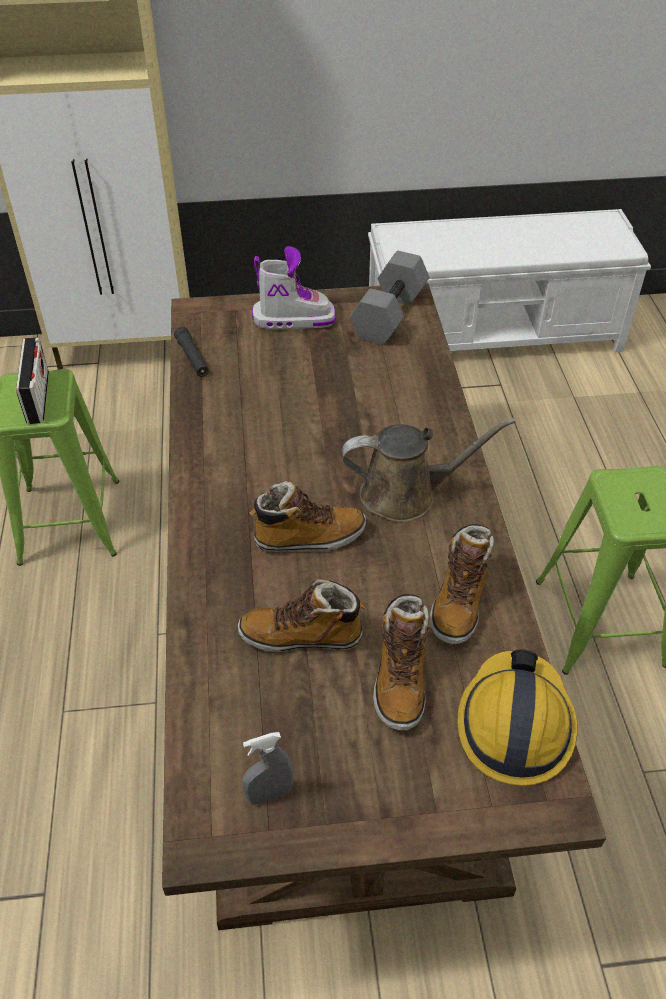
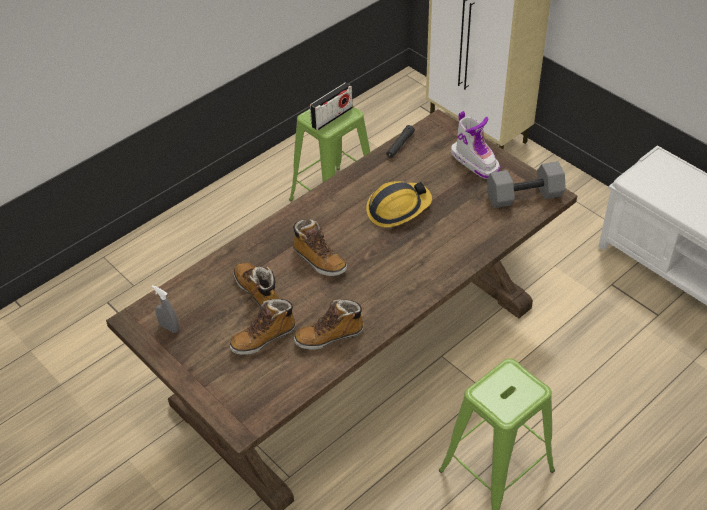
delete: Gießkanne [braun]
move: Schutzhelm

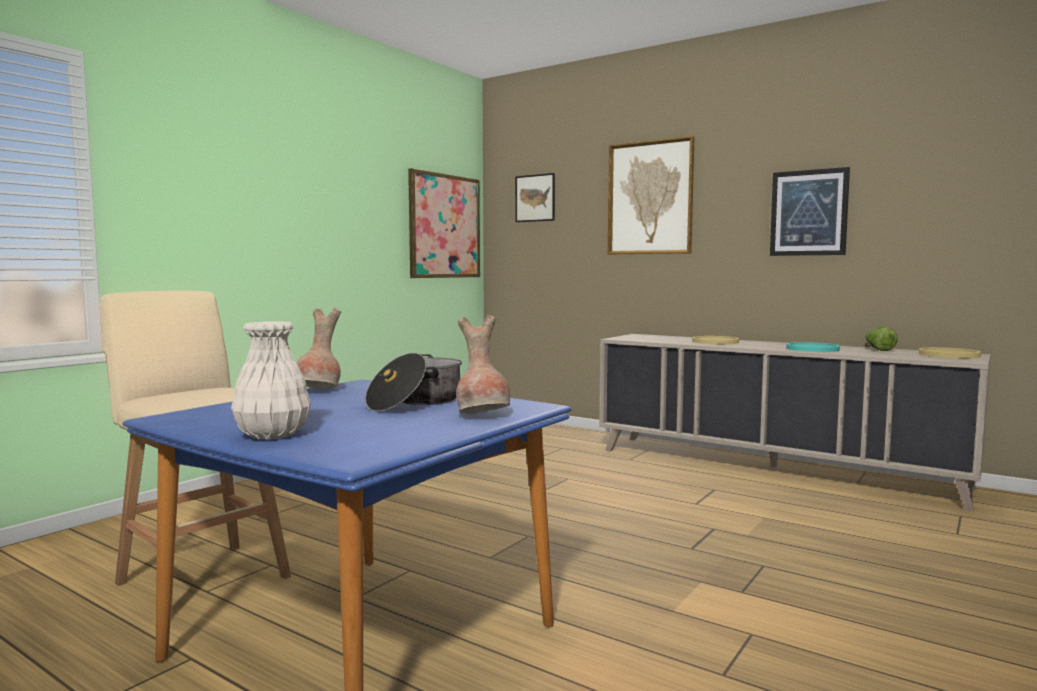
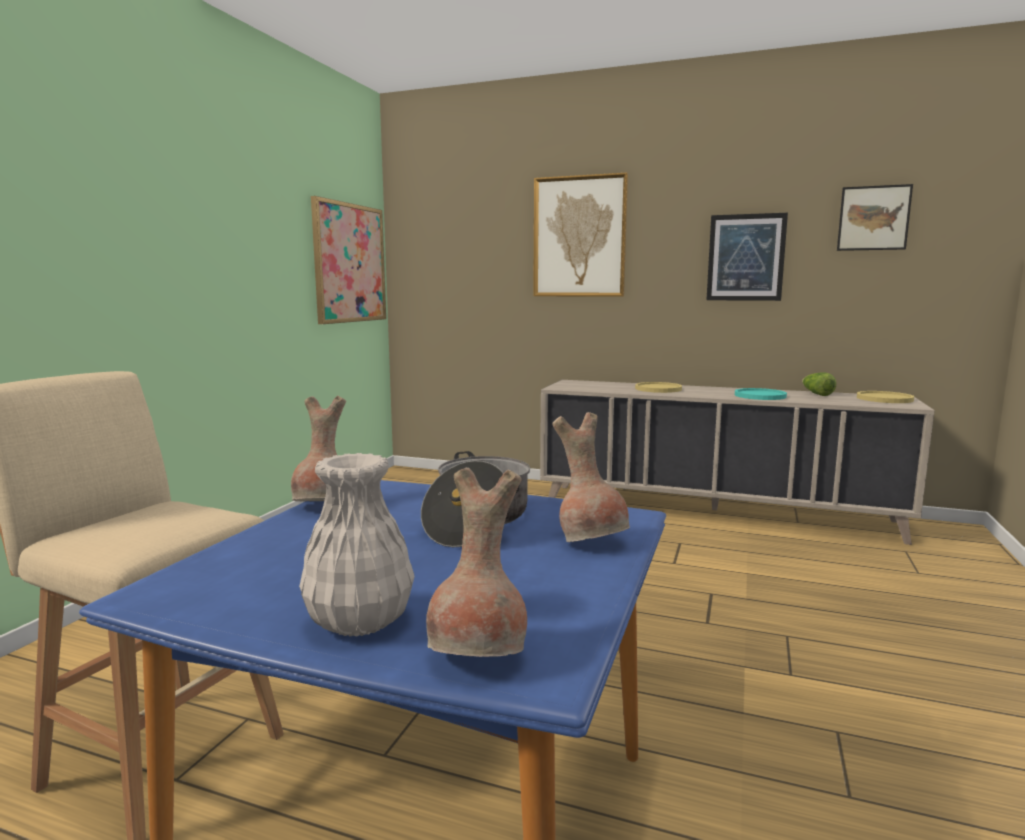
insert: Vase [braun] (2nd from left)
move: Bild (2nd from left in the first image) to Bild (4th from left)

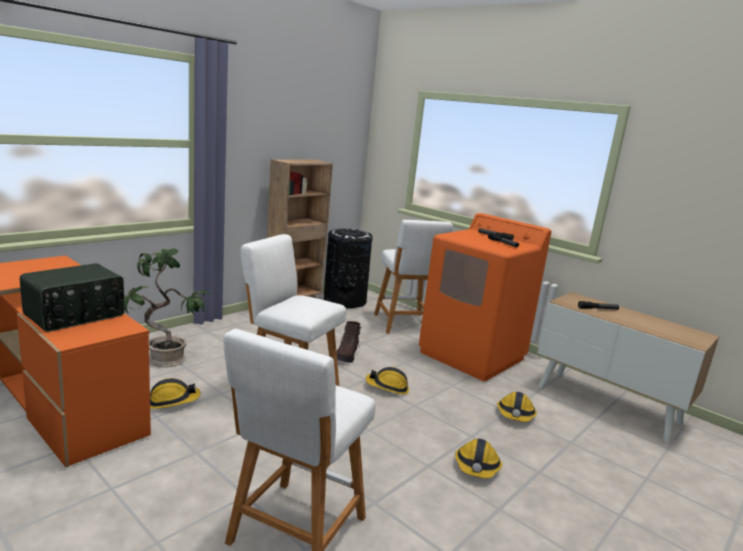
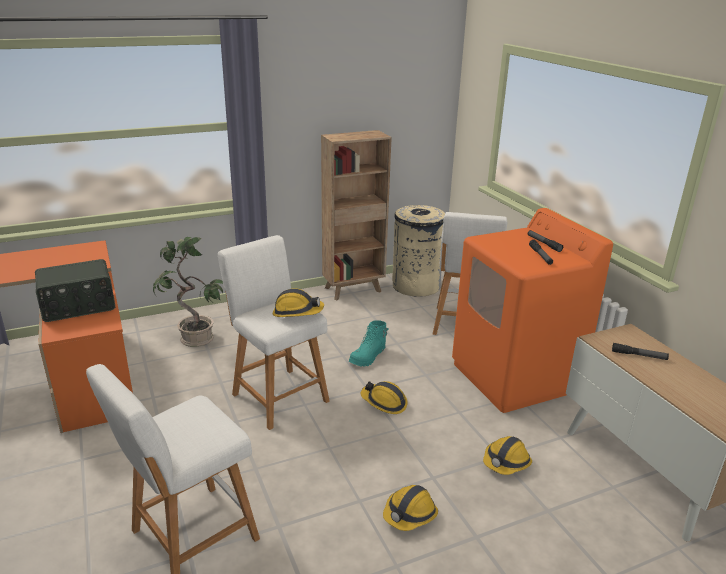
move: Schutzhelm (1st from left)
recolor: Mülleimer [schwarz] to Mülleimer [beige]; Stiefel [braun] to Stiefel [türkis]

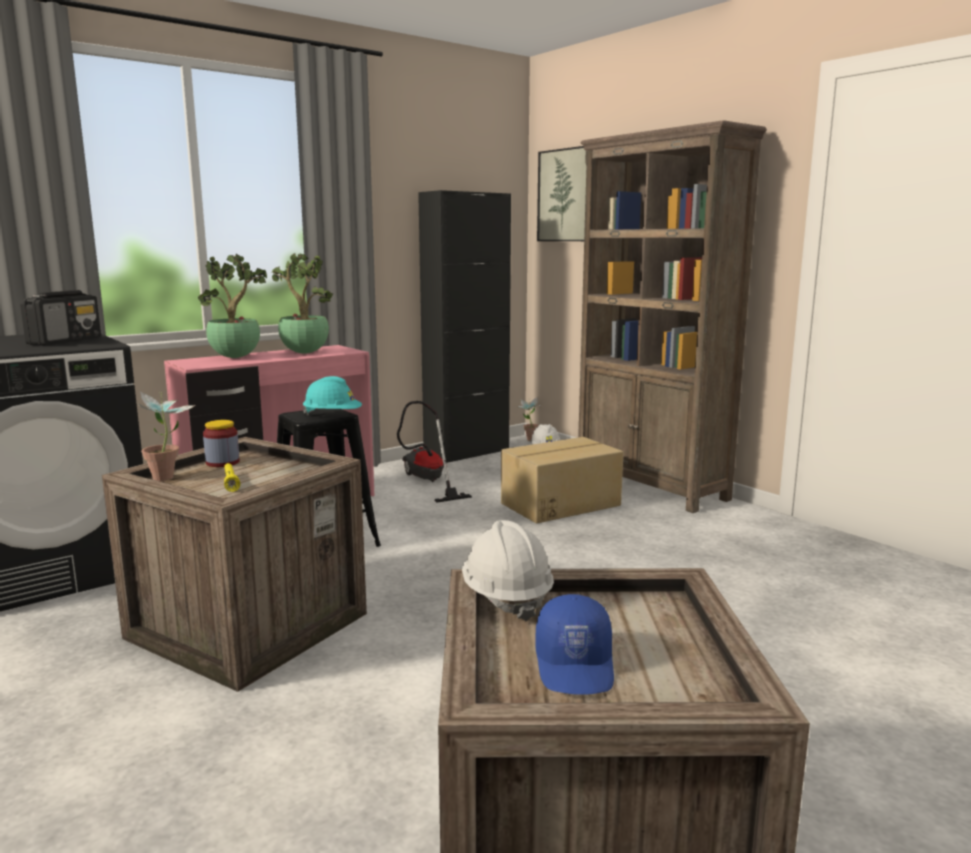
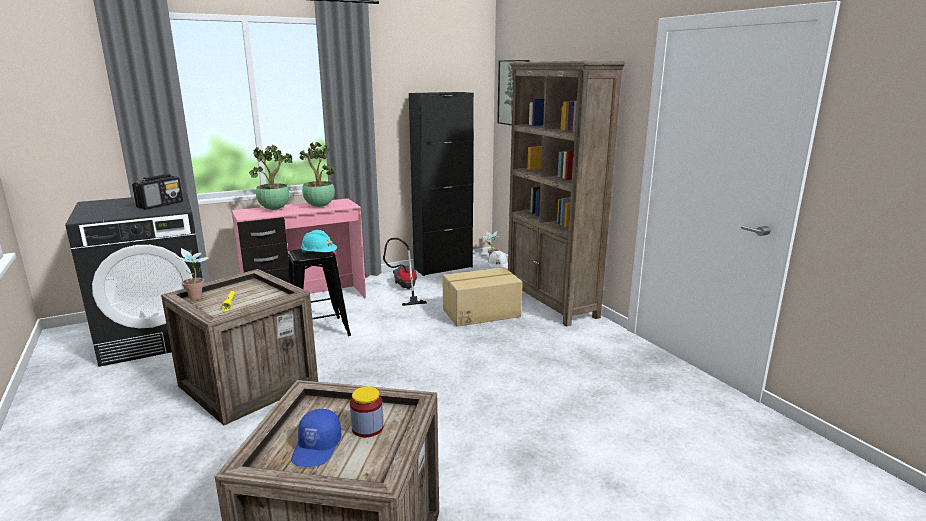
delete: Schutzhelm [weiß] (1st from left)
move: Vorratsglas

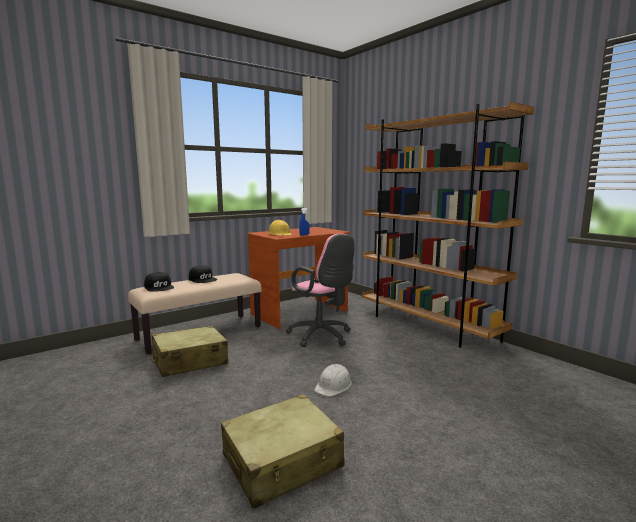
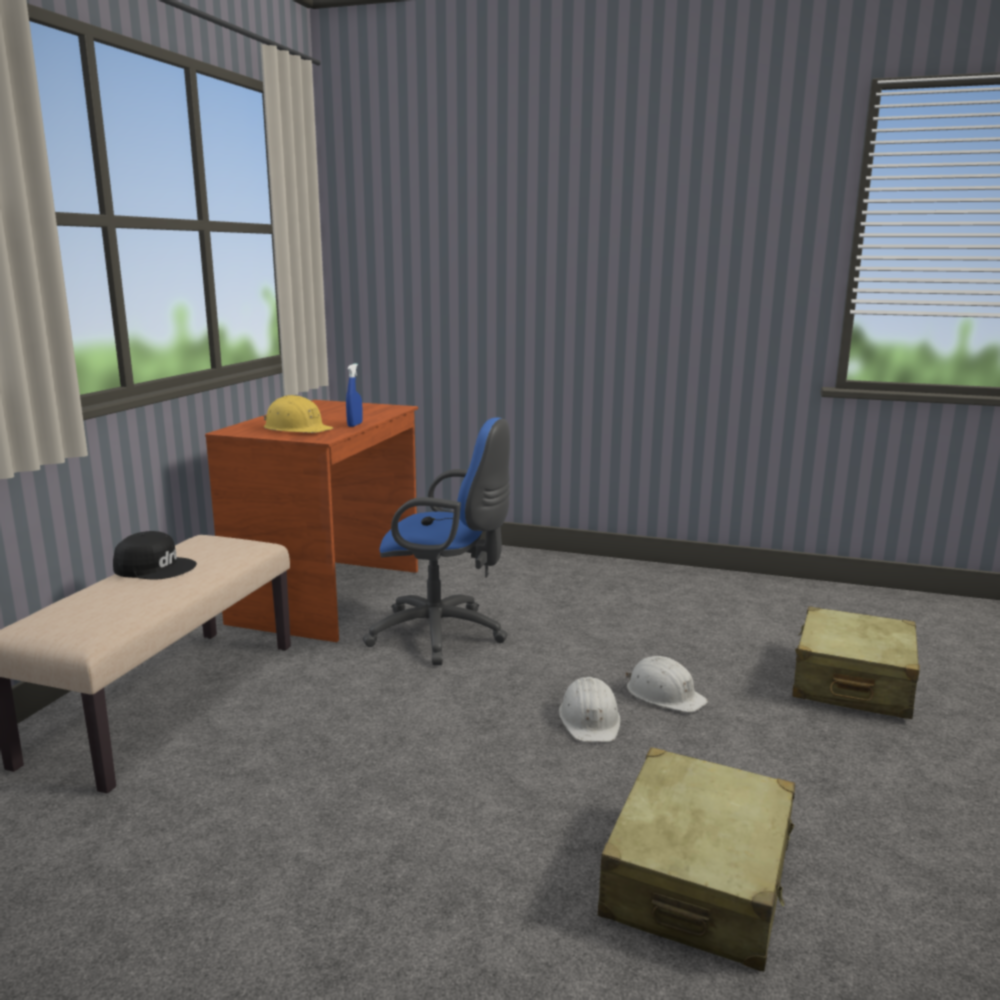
delete: Kappe [schwarz] (1st from left); Bücherregal [braun]
insert: Schutzhelm [weiß] (2nd from left)
move: Koffer [beige] (1st from left in the first image) to Koffer [beige] (2nd from left)
recolor: Bürostuhl [rosa] to Bürostuhl [blau]

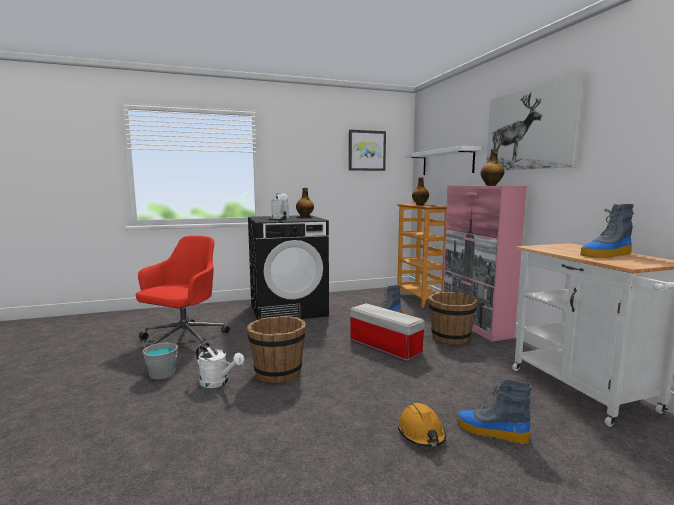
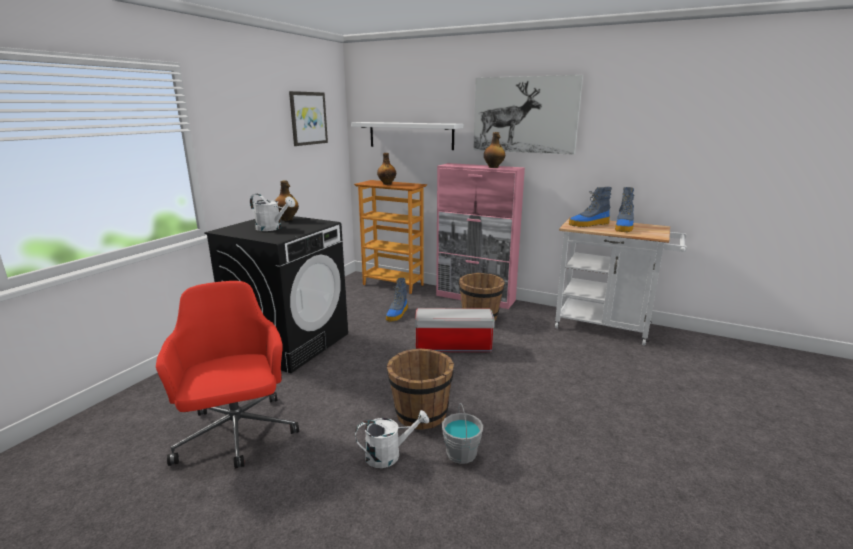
delete: Schutzhelm [orange]
move: Eimer [grau]; Stiefel (2nd from left)

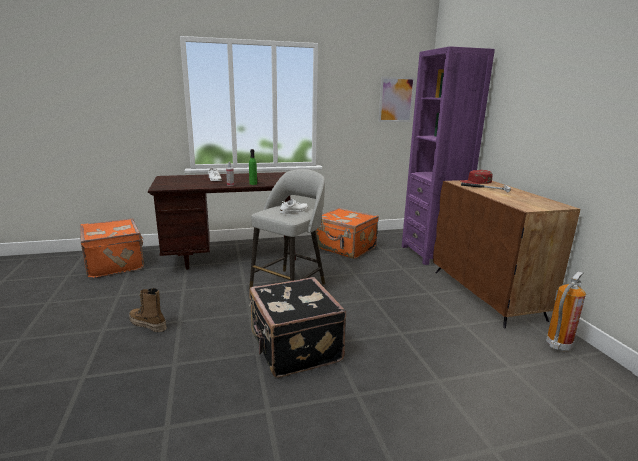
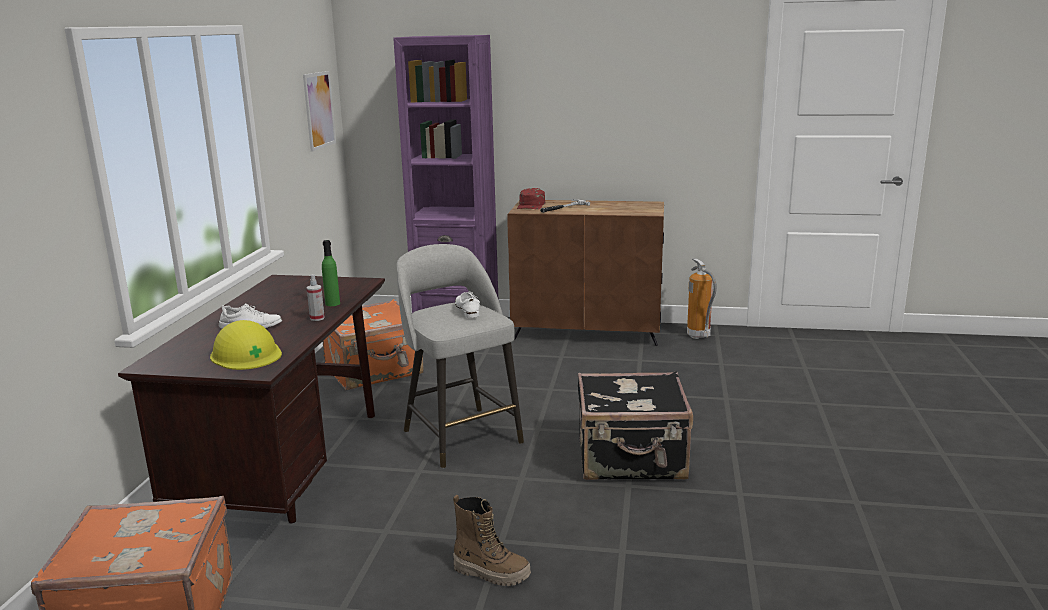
insert: Schutzhelm [gelb]
rotate: Stiefel 120 degrees counterclockwise

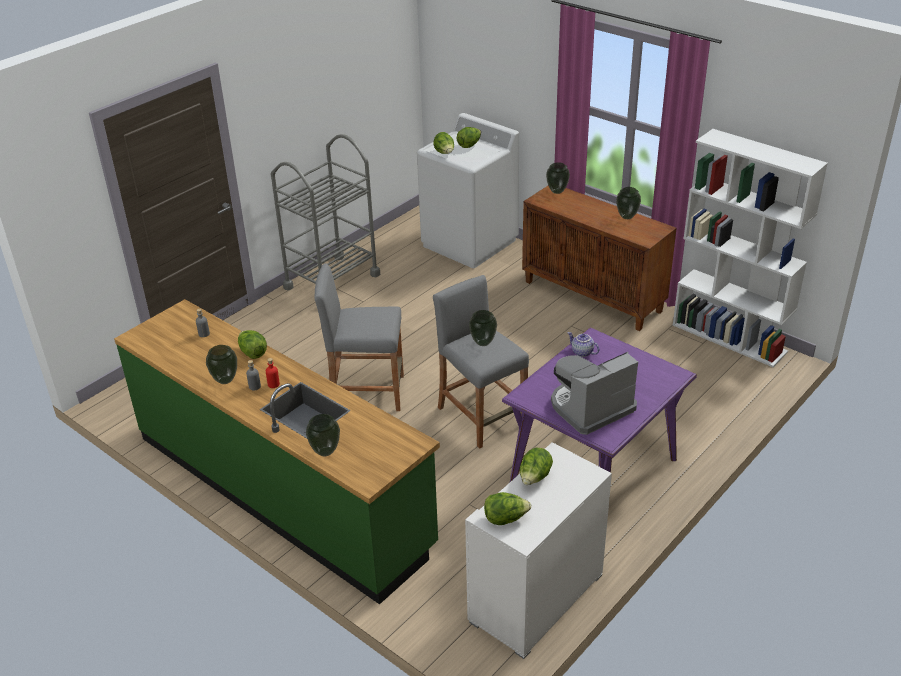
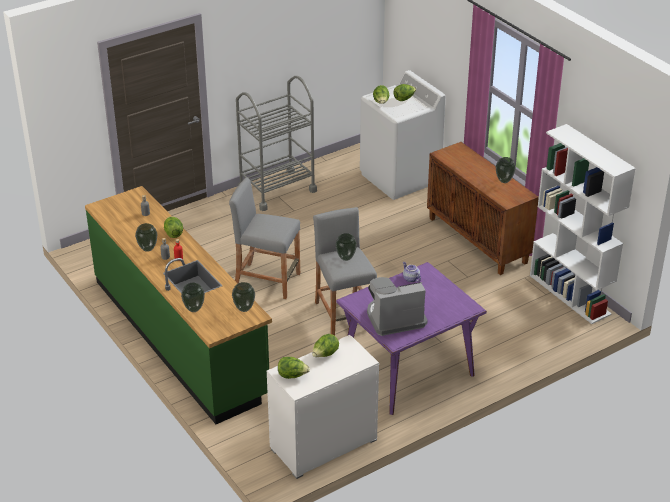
move: Vase (4th from left in the first image) to Vase (3rd from left)

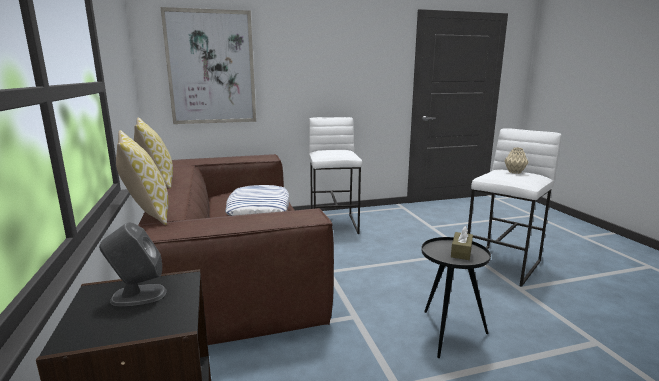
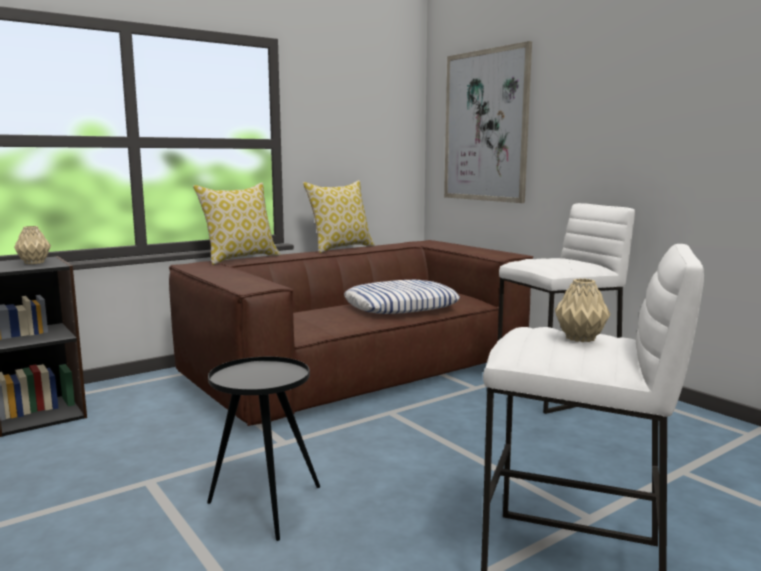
delete: Taschentuchbox [braun]
replace: Lautsprecher [grau] to Vase [beige] (1st from left)

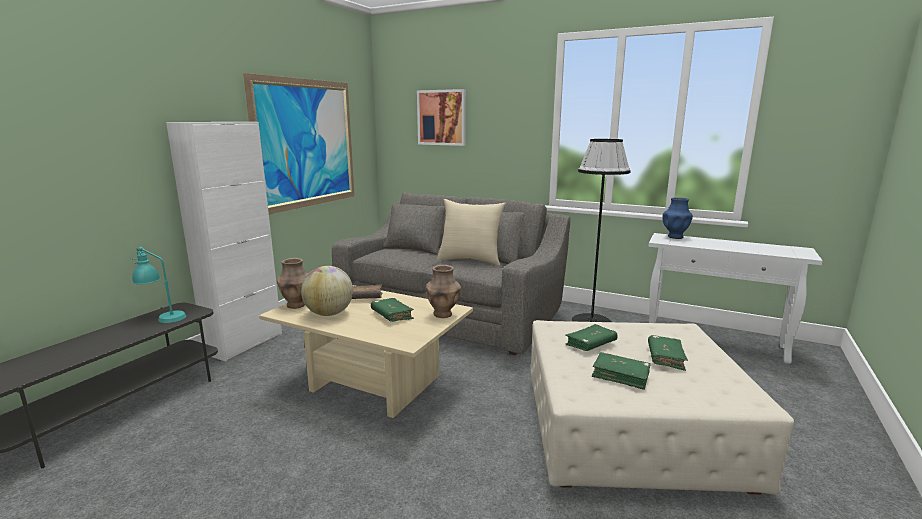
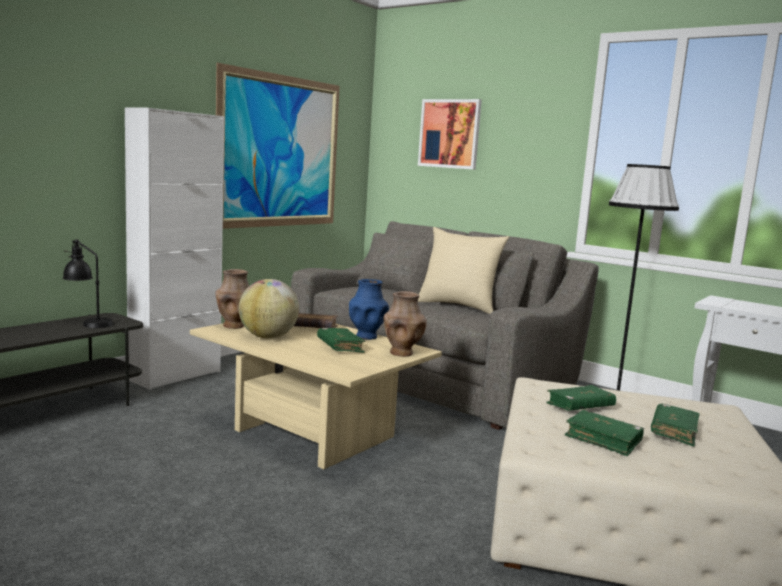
move: Vase [blau]
recolor: Tischlampe [türkis] to Tischlampe [schwarz]

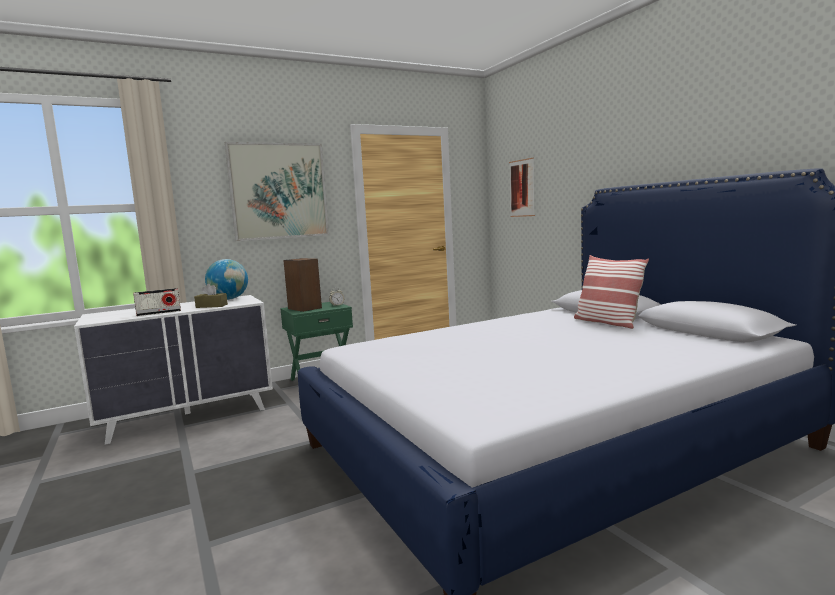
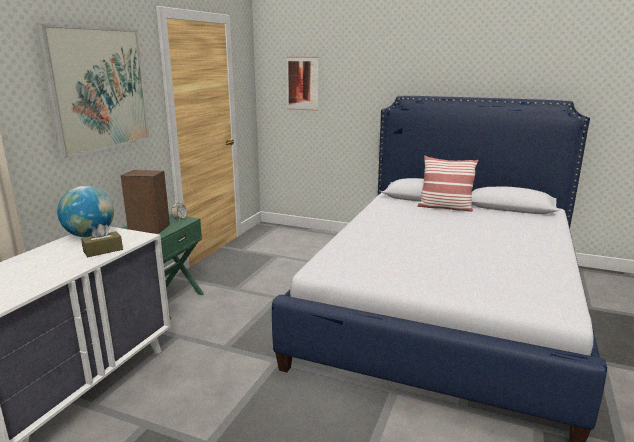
delete: Radio

